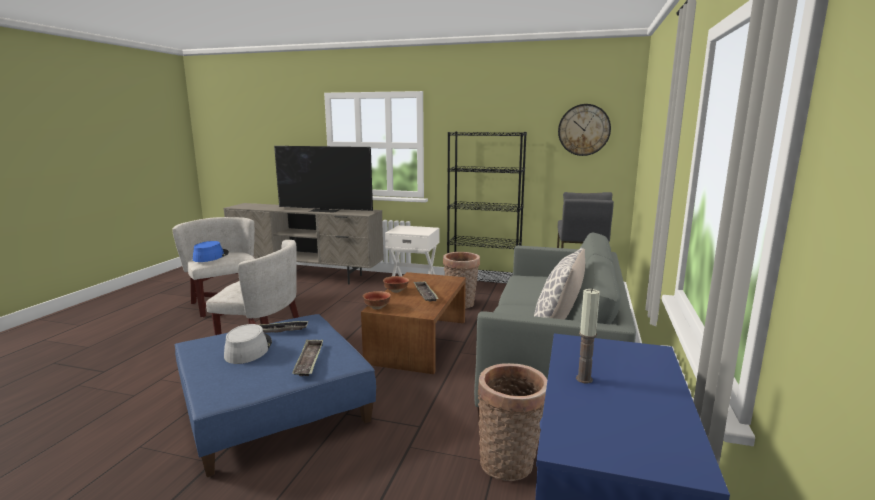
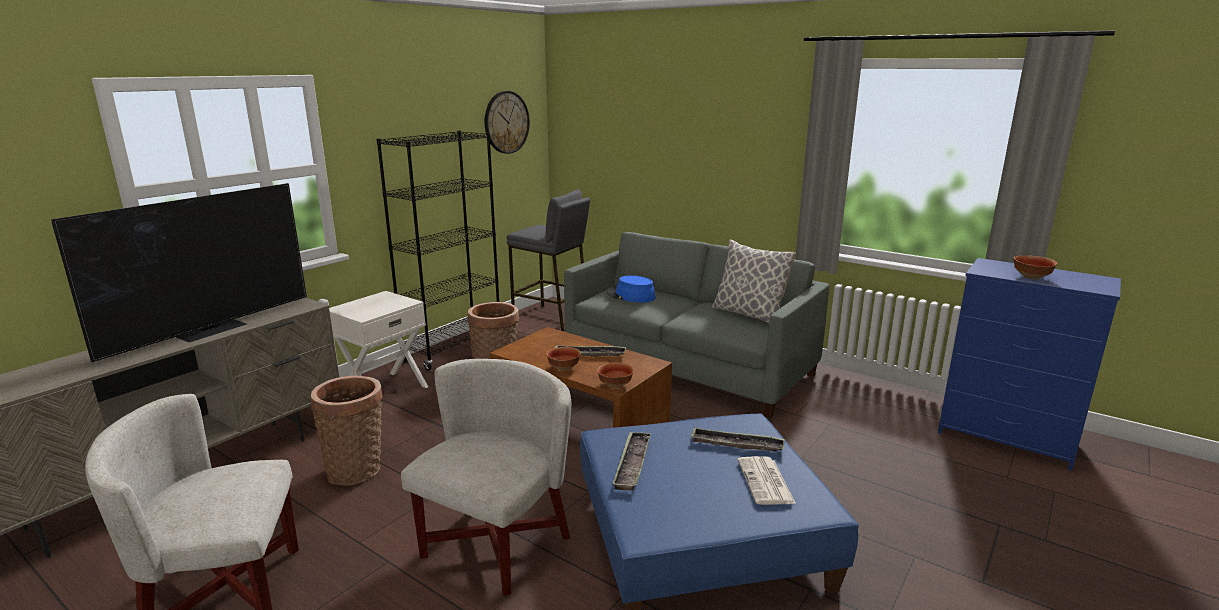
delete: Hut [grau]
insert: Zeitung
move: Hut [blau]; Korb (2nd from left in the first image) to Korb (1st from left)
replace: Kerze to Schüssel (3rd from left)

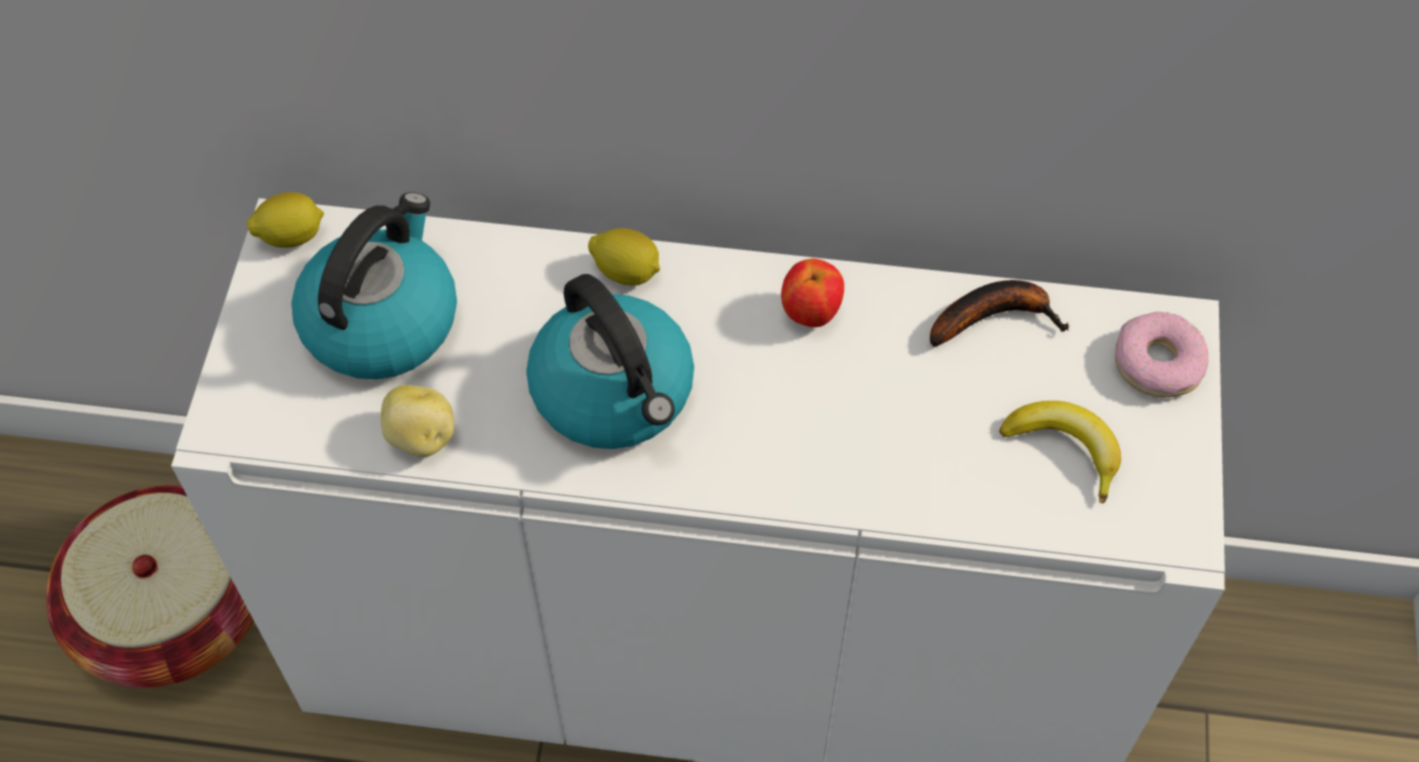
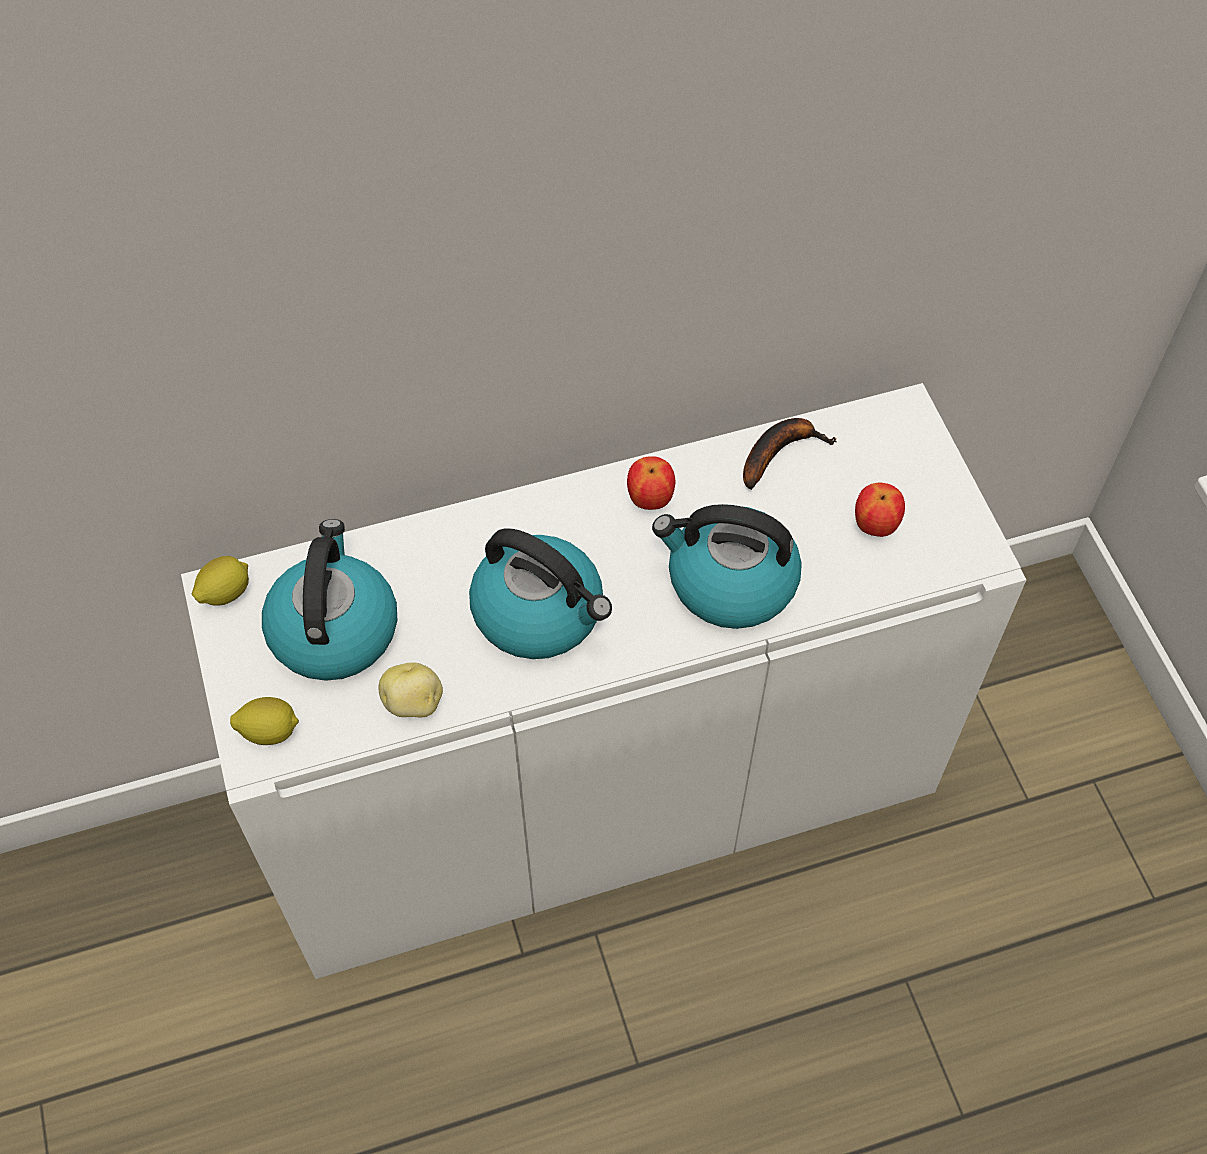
delete: Korb; Donut
insert: Wasserkessel (3rd from left)
move: Zitrone (2nd from left)
replace: Banane (2nd from left) to Apfel (2nd from left)

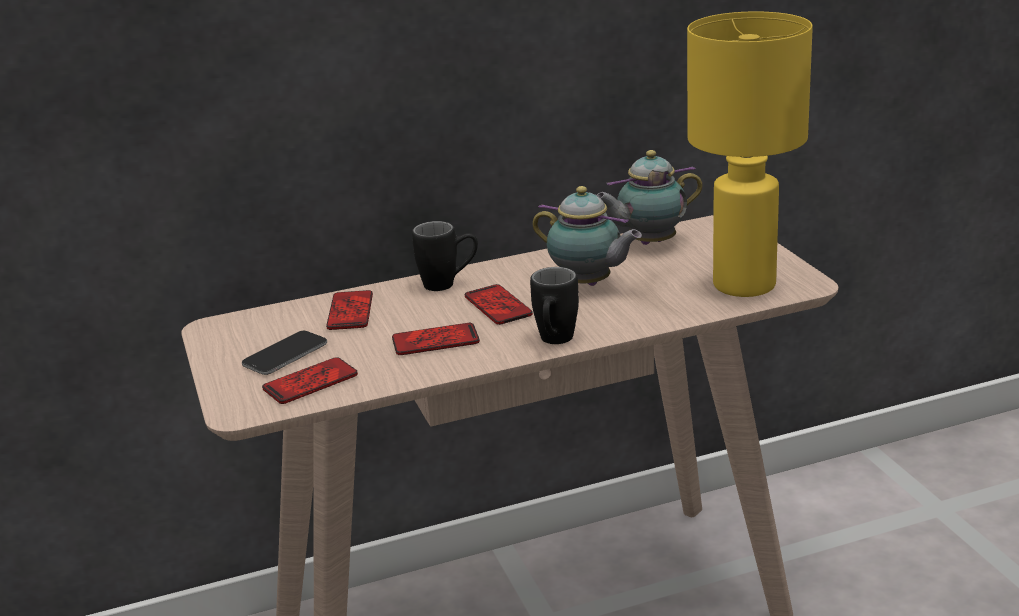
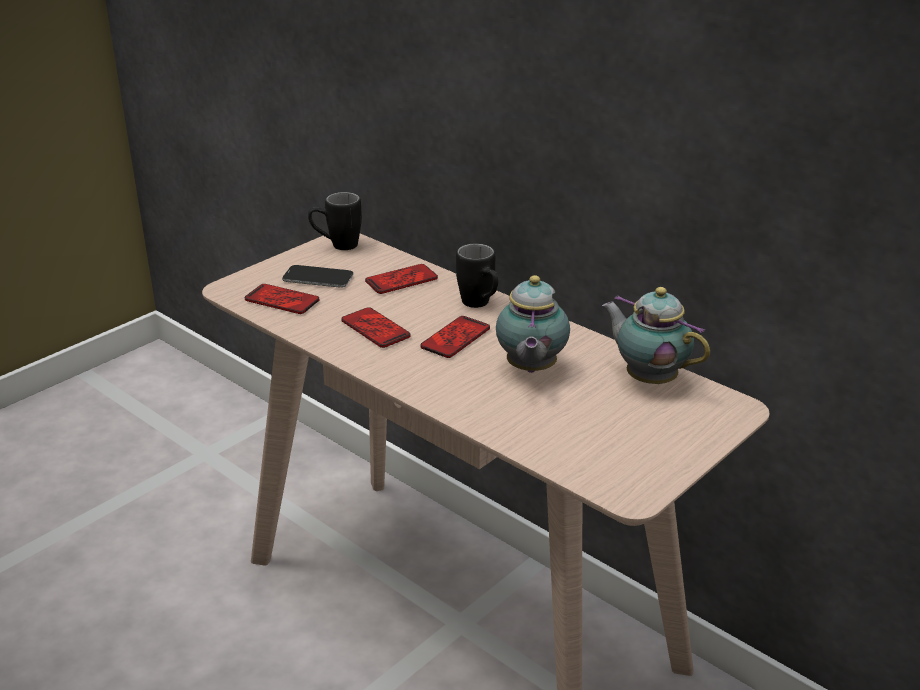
delete: Tischlampe [gelb]
move: Henkelbecher [schwarz] (2nd from left in the first image) to Henkelbecher [schwarz] (1st from left)

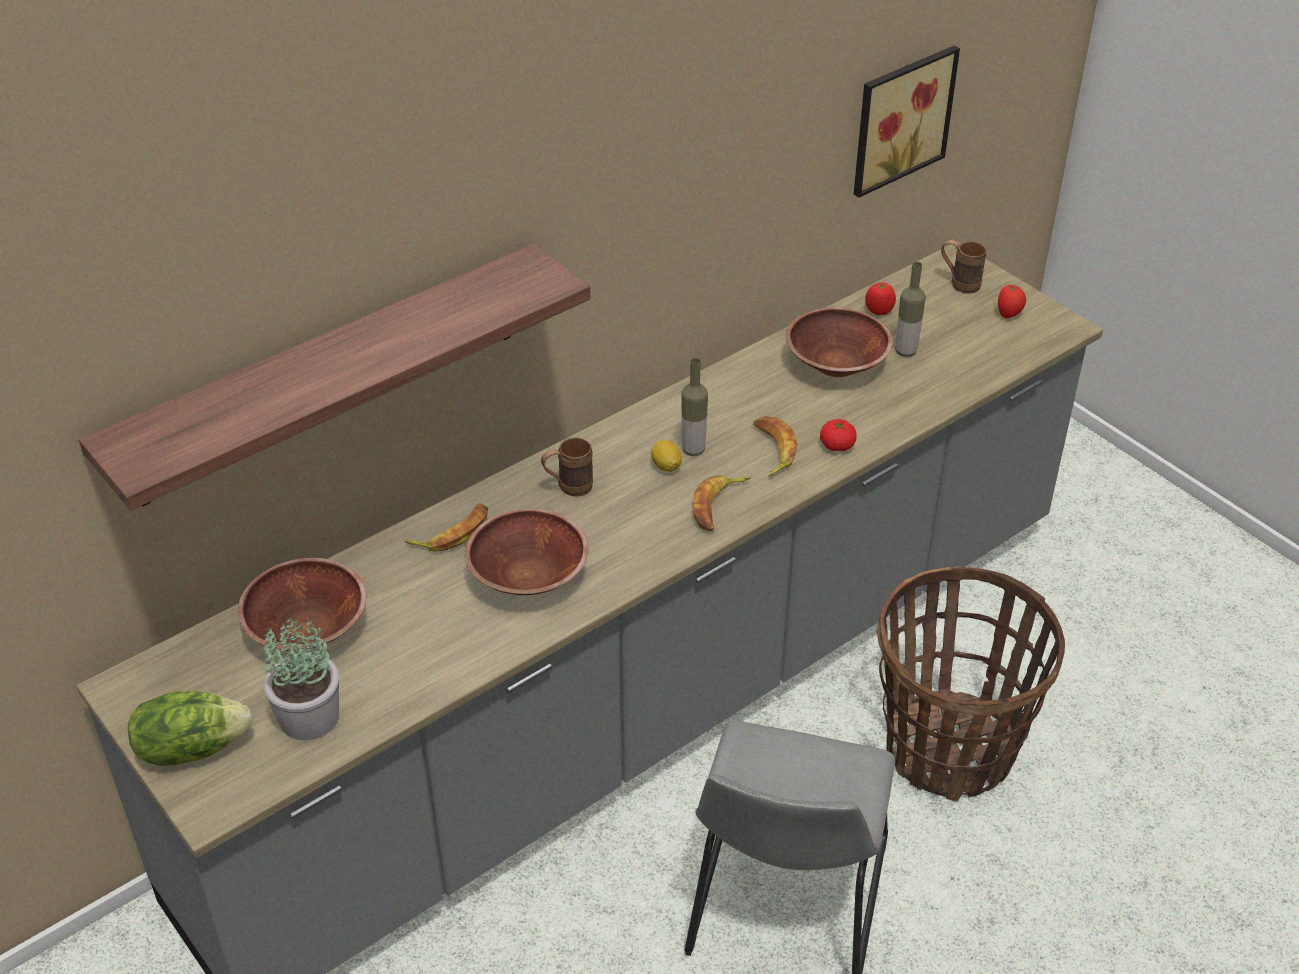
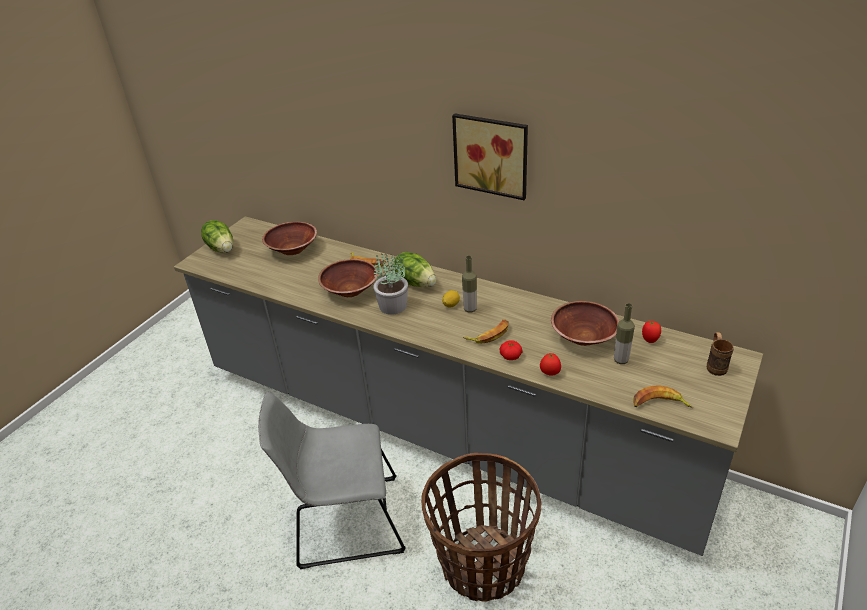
delete: Wandregal
move: Topfpflanze; Banane (2nd from left in the first image) to Banane (3rd from left); Bild; Tomate (3rd from left in the first image) to Tomate (2nd from left)
replace: Henkelbecher [braun] (1st from left) to Salatkopf (2nd from left)

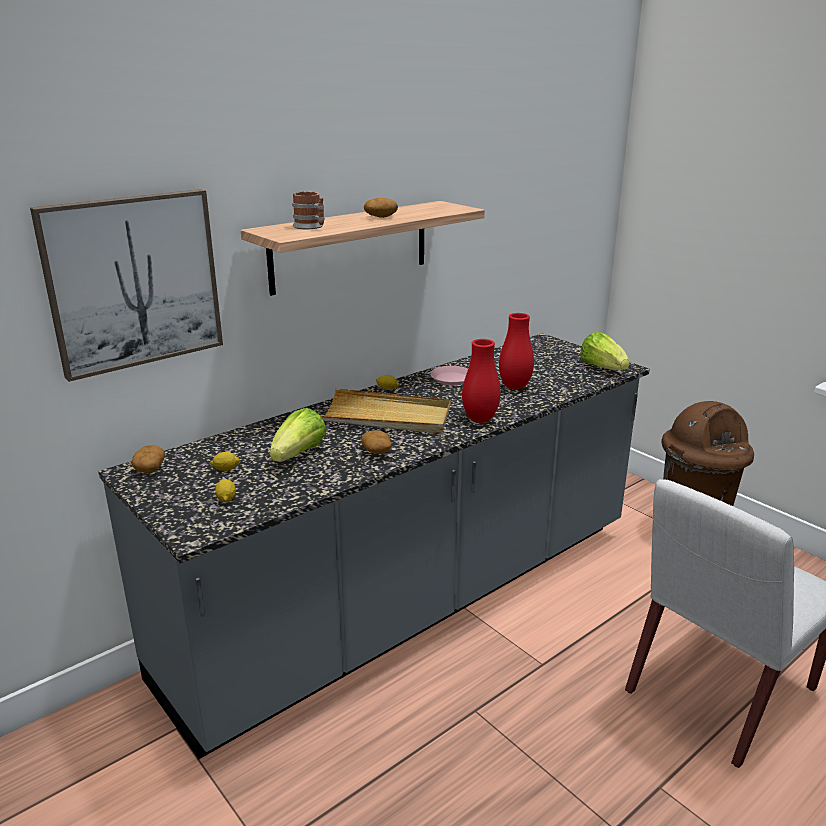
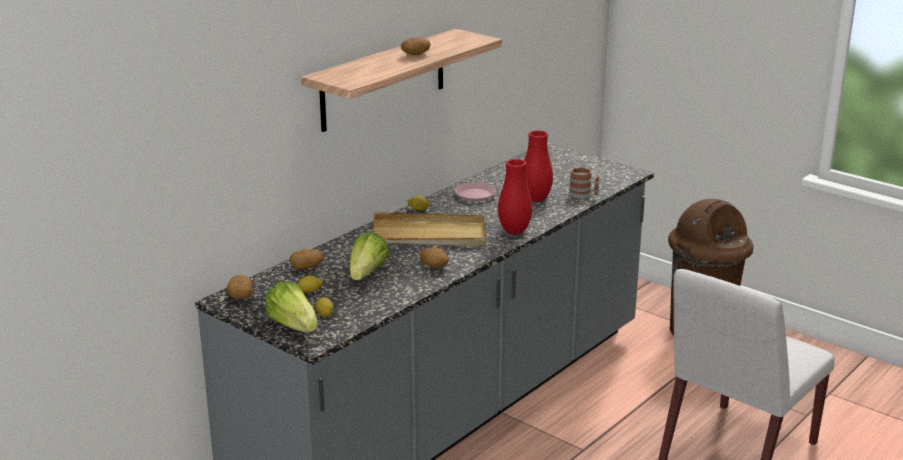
delete: Bild
insert: Kartoffel (2nd from left)
move: Henkelbecher; Salatkopf (2nd from left in the first image) to Salatkopf (1st from left)

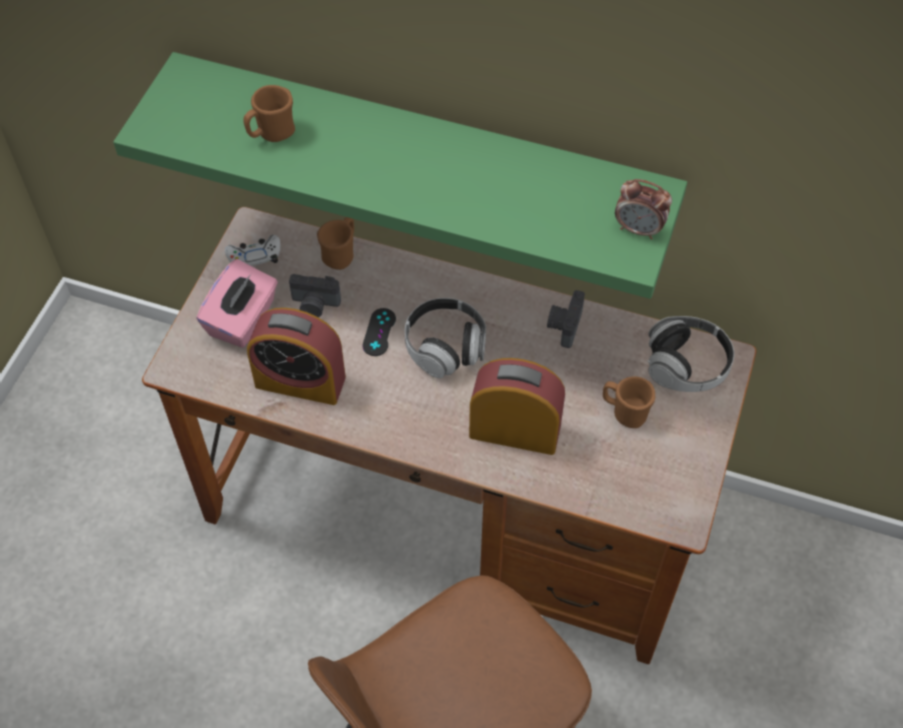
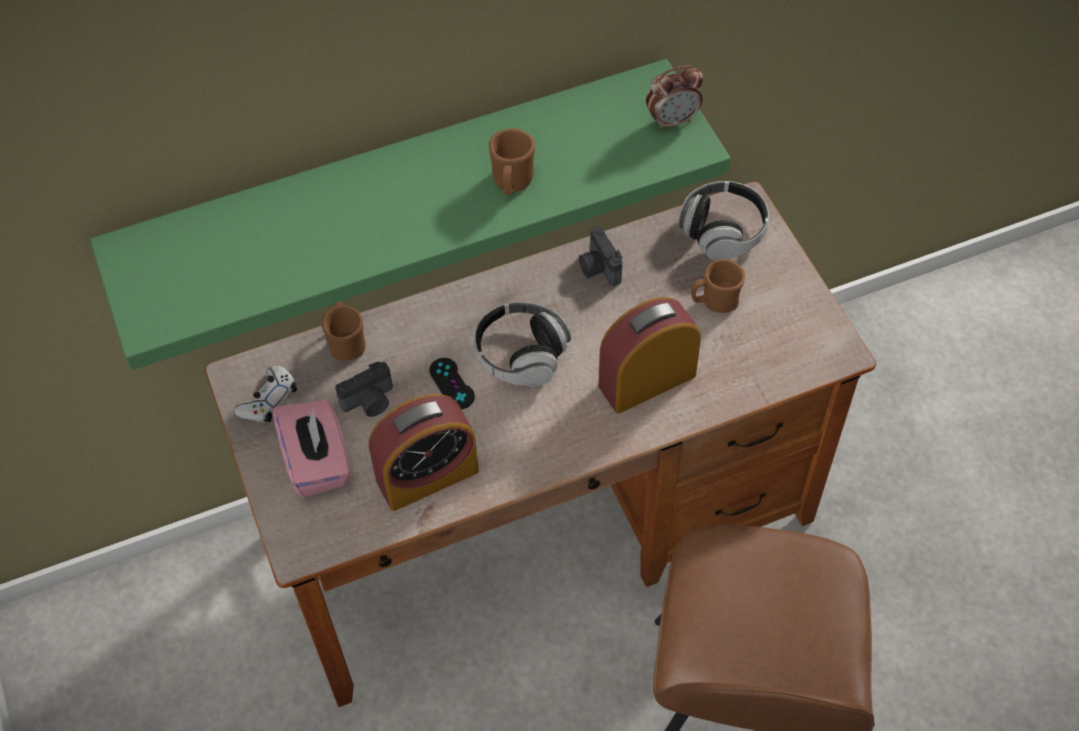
move: Henkelbecher [braun] (1st from left in the first image) to Henkelbecher [braun] (2nd from left)

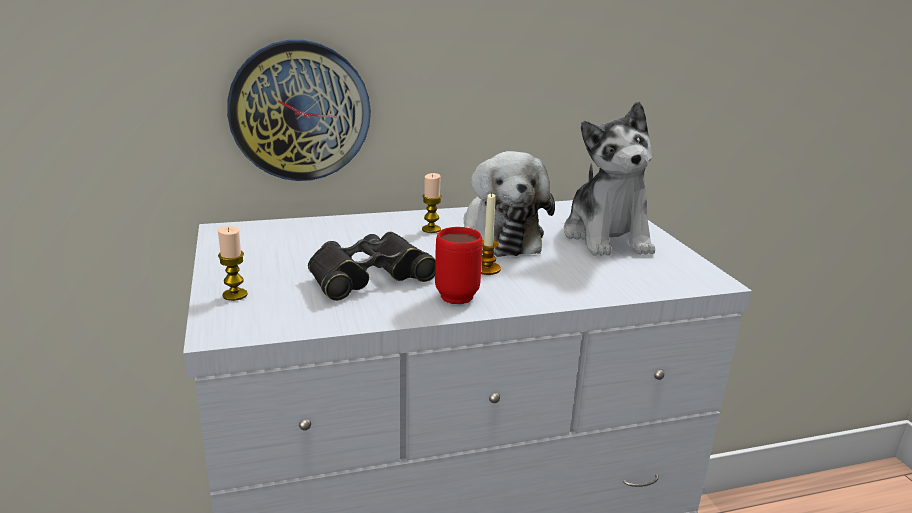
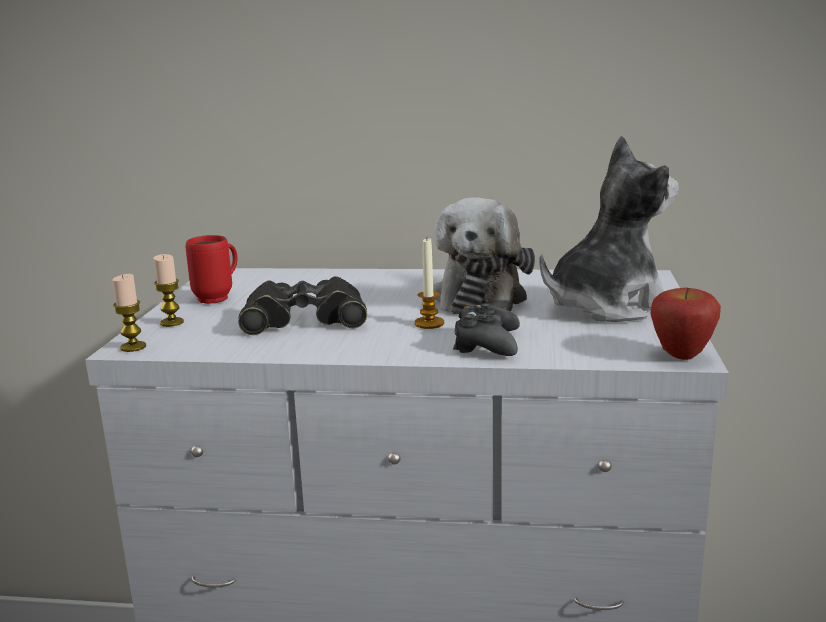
delete: Wanduhr
insert: Gamepad [schwarz]; Apfel
move: Kerze (2nd from left in the first image) to Kerze (1st from left); Henkelbecher [rot]
rotate: Plüschtier (2nd from left) 135 degrees counterclockwise

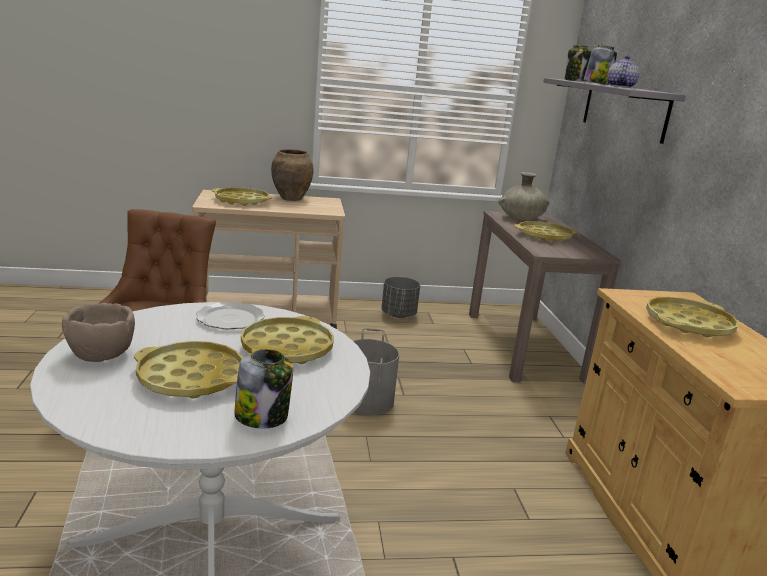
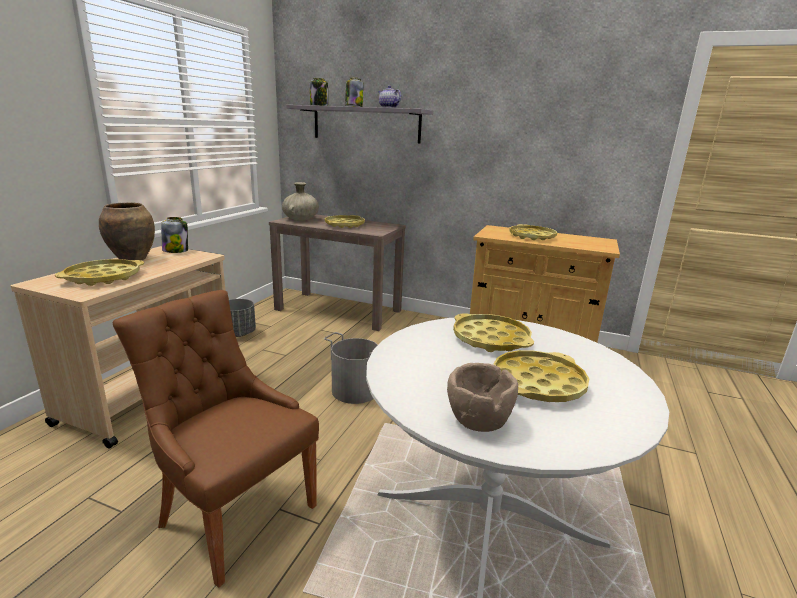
delete: Teller
move: Vorratsglas (1st from left)

